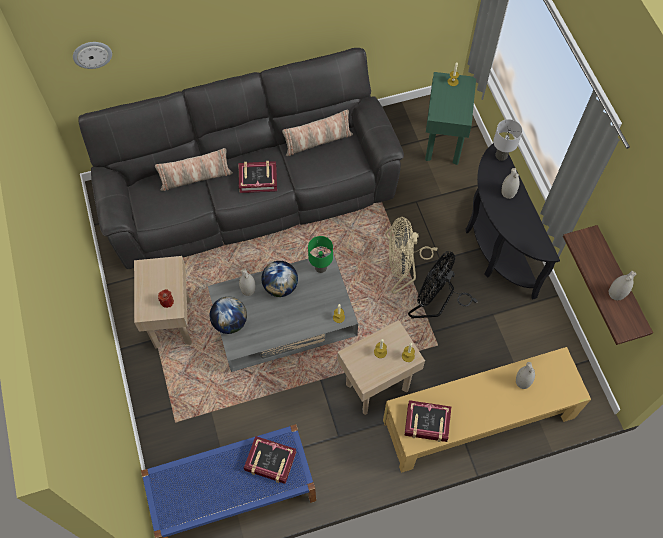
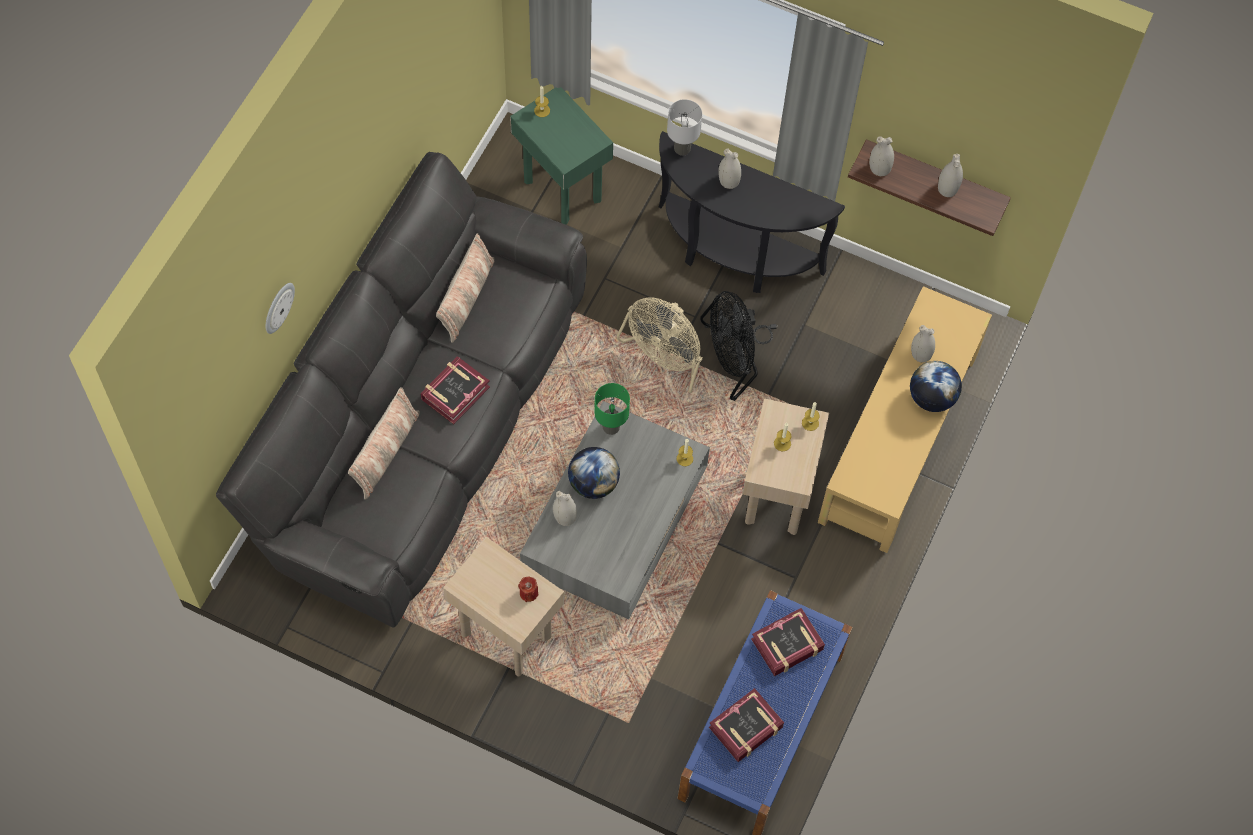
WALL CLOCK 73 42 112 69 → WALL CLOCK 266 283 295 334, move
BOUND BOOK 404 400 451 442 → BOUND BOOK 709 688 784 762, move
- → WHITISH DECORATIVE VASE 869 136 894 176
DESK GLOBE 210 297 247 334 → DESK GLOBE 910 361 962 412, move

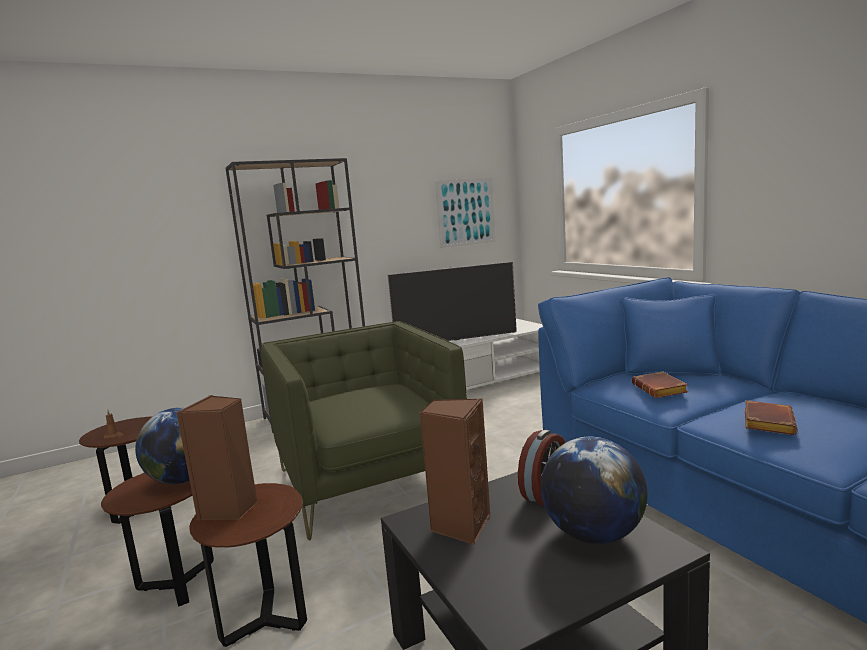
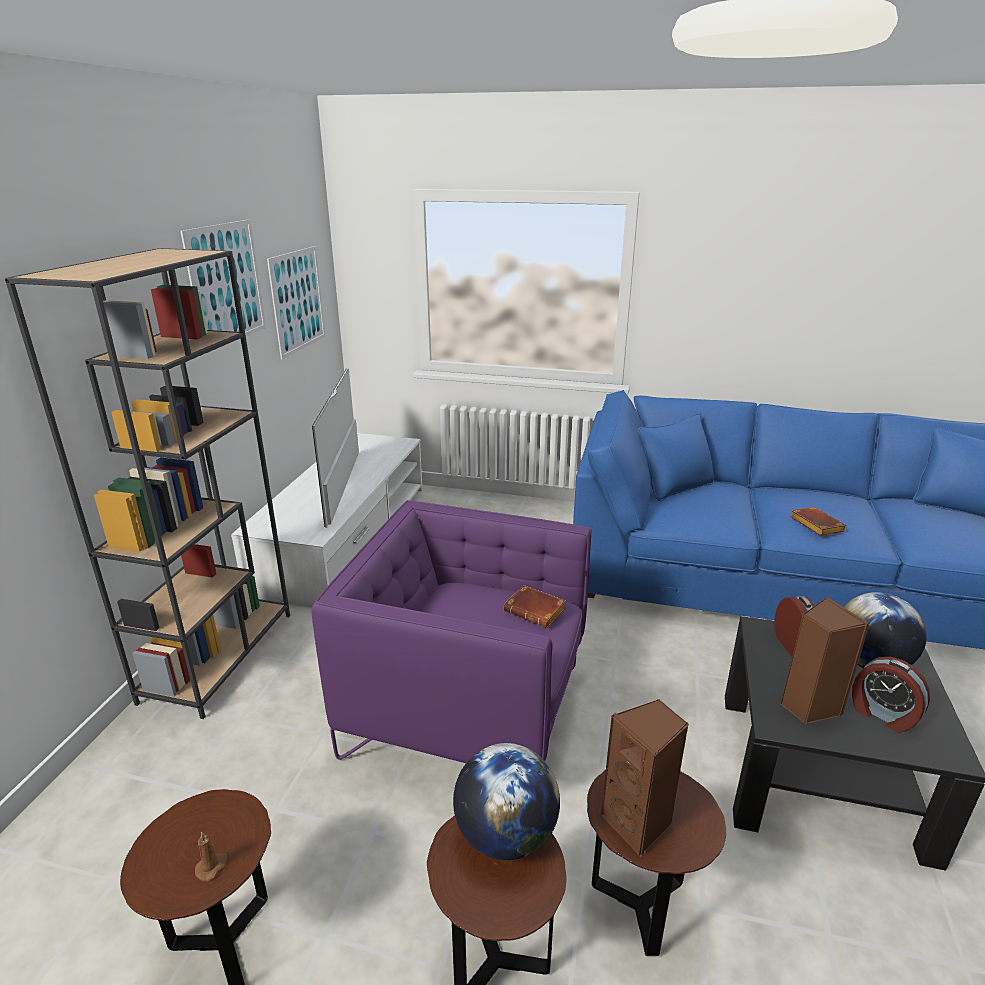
- → WALL PICTURE 180 219 266 354
TV 388 262 517 341 → TV 312 368 359 528, 150 degrees clockwise
GREEN EASY CHAIR 261 321 467 541 → PURPLE-COLOURED EASY CHAIR 312 500 592 763
BROWN BOUND BOOK 632 372 688 398 → BROWN BOUND BOOK 504 585 566 628, move
- → ALARM CLOCK 852 657 930 733

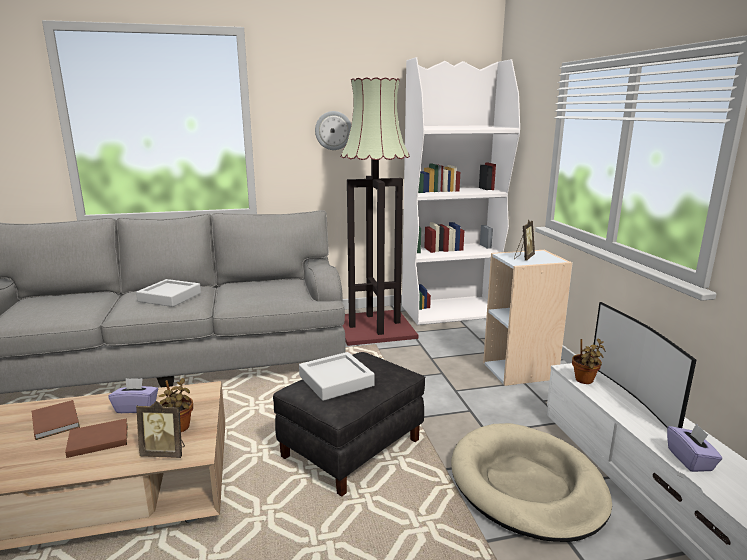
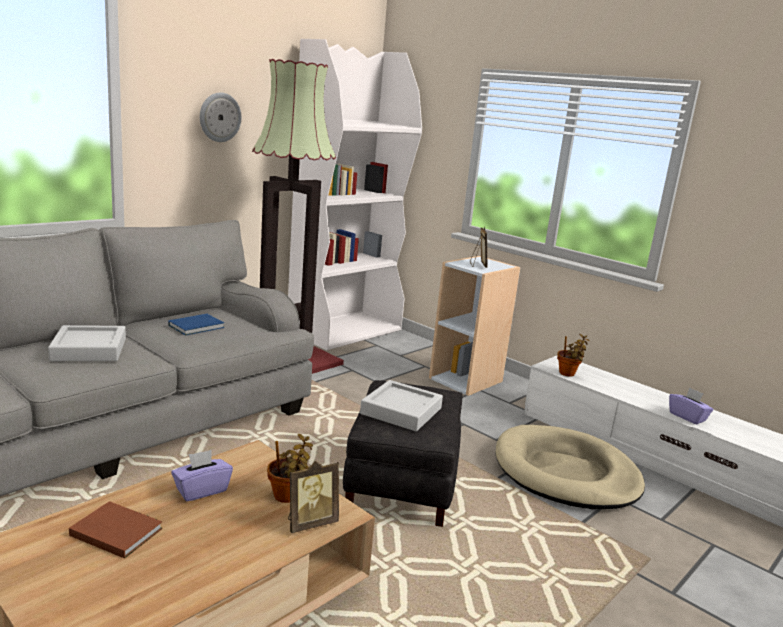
- → BLUE-COLOURED BOUND BOOK 169 314 224 336
BROWN BOUND BOOK 65 418 128 458 → -
TV 593 302 696 428 → -

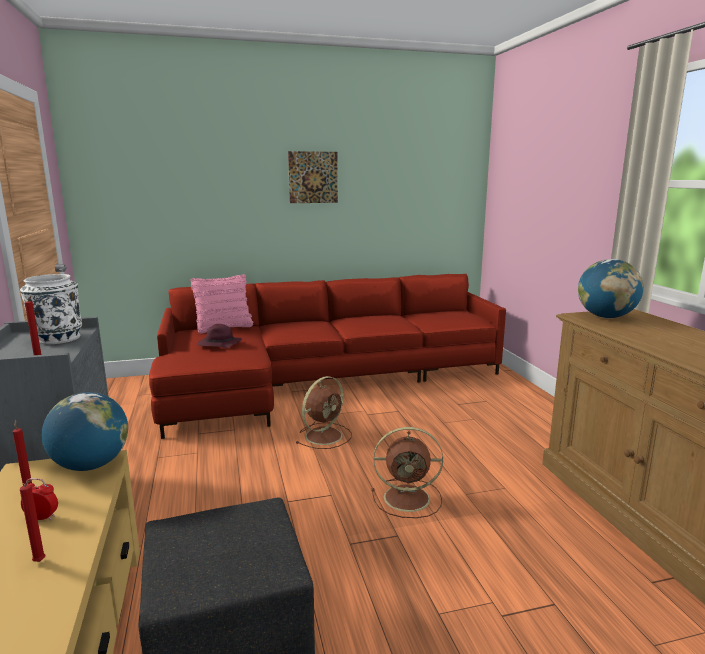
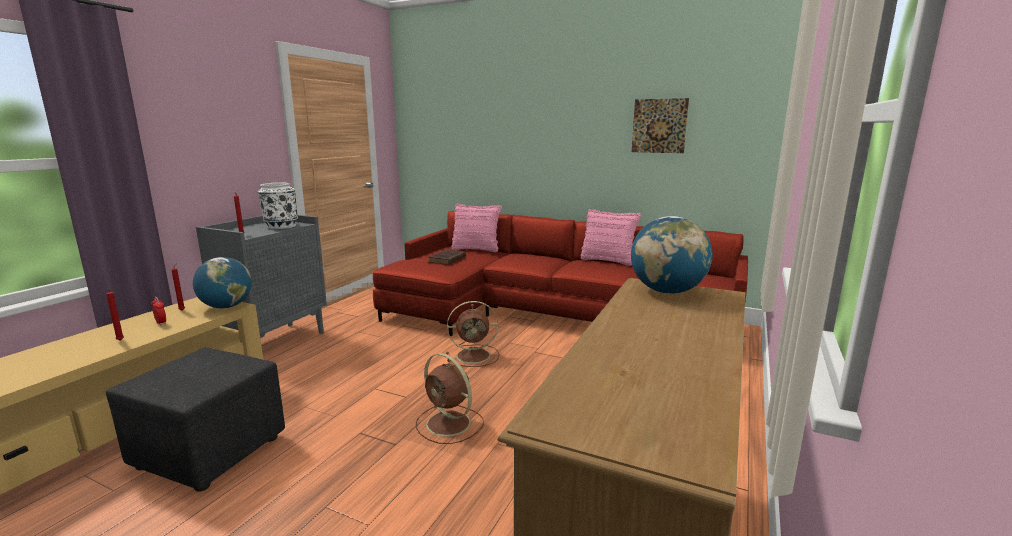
PURPLE-COLOURED WEARABLE HAT 198 324 242 348 → BROWN BOUND BOOK 428 249 466 265
- → PINKISH THROW PILLOW 581 208 641 266
WALL PICTURE 288 151 338 203 → WALL PICTURE 632 98 689 153, move

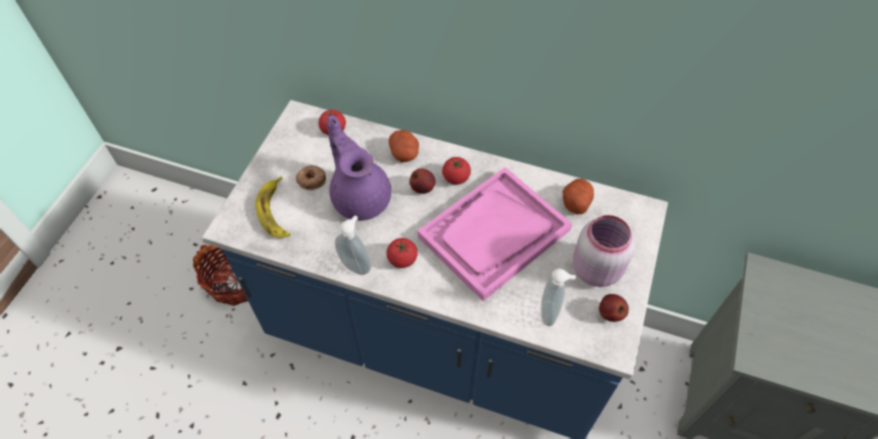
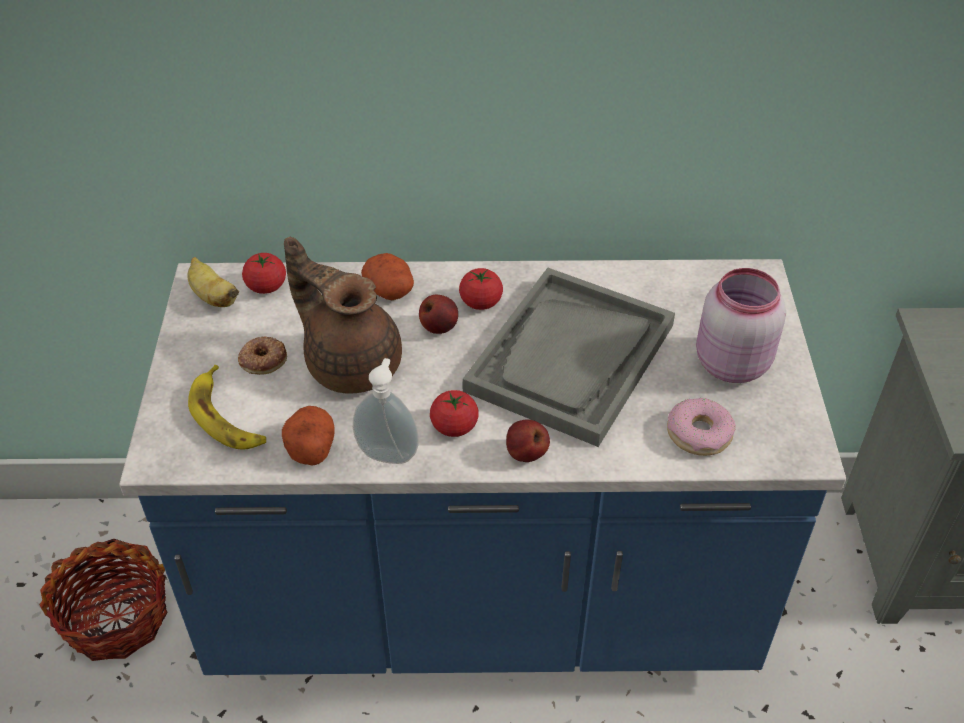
- → BANANA FRUIT 187 257 239 307
POTATO 563 179 594 214 → POTATO 282 406 335 466, move
PURPLE-COLOURED TEA POT 327 115 391 221 → BROWN TEA POT 284 237 402 393
PINKISH SERVING TRAY 417 167 572 301 → GREY SERVING TRAY 462 268 675 447
APPLE FRUIT 599 294 629 322 → APPLE FRUIT 506 420 550 462, move
SOAP BOTTLE 541 269 576 326 → DOUGHNUT 667 398 736 456

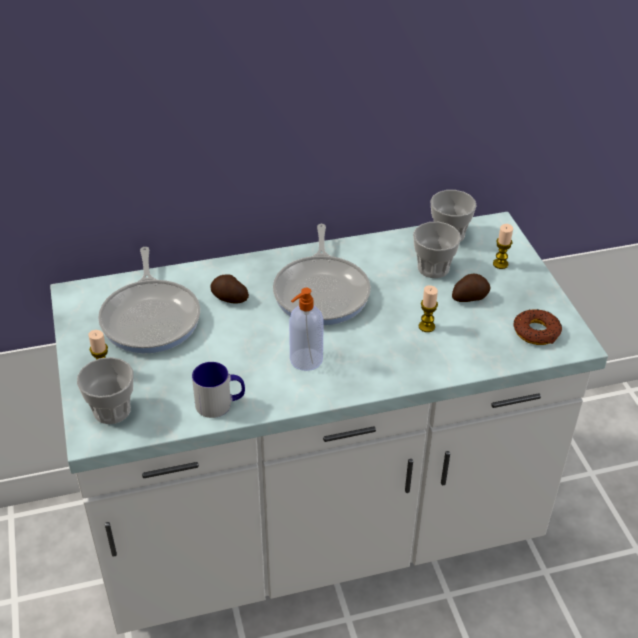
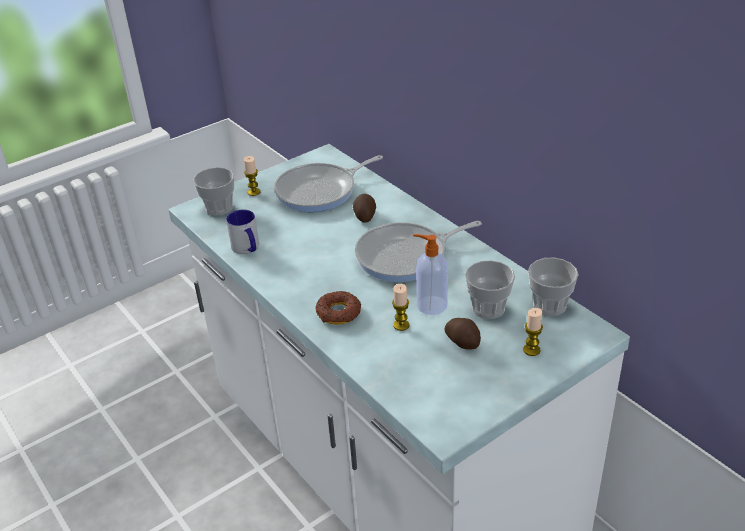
DOUGHNUT 514 309 562 345 → DOUGHNUT 315 291 361 325, move
SOAP BOTTLE 289 288 324 371 → SOAP BOTTLE 413 234 448 315, move

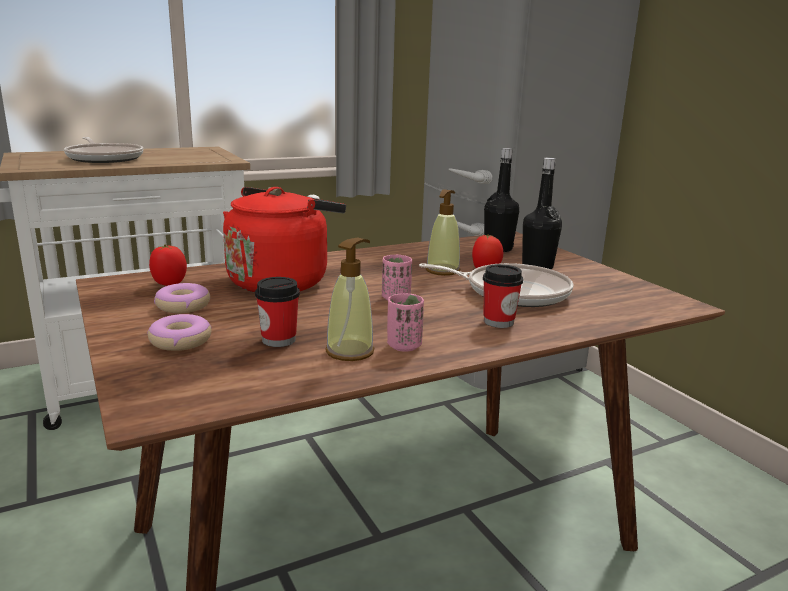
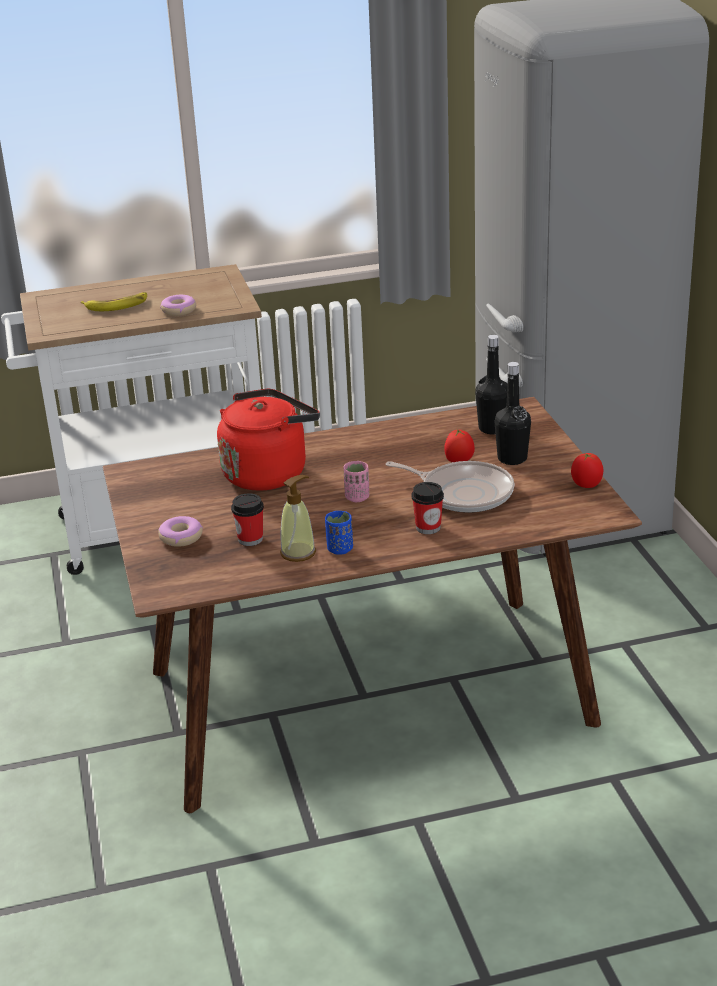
FRYING PAN 64 137 143 163 → BANANA FRUIT 81 292 147 311
DOUGHNUT 154 283 210 313 → DOUGHNUT 160 295 196 316, move
PINKISH SMALL CUP 387 293 424 351 → BLUE-COLOURED SMALL CUP 325 511 353 555
FRESH TOMATO 149 244 187 286 → FRESH TOMATO 571 453 604 488, move
SOAP BOTTLE 426 189 460 276 → -

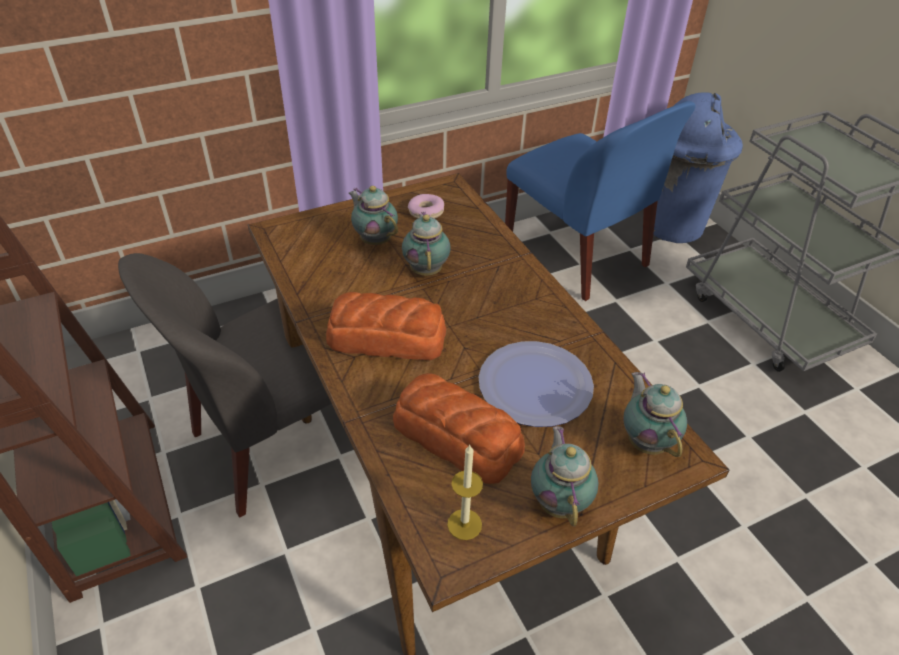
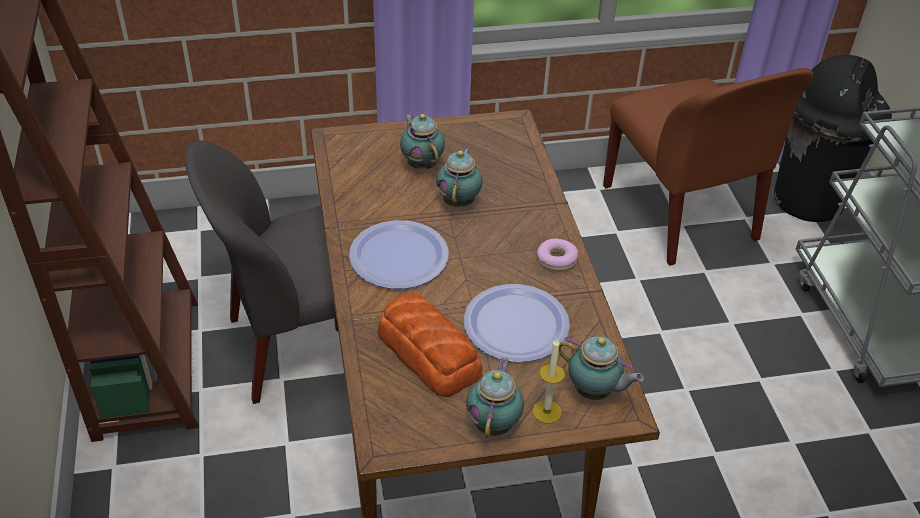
BAKERY BREAD 326 292 446 360 → PLATE 349 220 449 289
WAX CANDLE 447 445 483 540 → WAX CANDLE 532 339 565 423, move
DOUGHNUT 408 194 444 219 → DOUGHNUT 537 239 578 271, move
TEA POT 623 372 687 457 → TEA POT 558 336 644 400, 120 degrees clockwise
BLUE-COLOURED UPRIGHT CHAIR 505 101 696 301 → BROWN UPRIGHT CHAIR 603 68 813 265
BLUE-COLOURED RUBBISH BIN 653 92 743 243 → BLACK RUBBISH BIN 774 55 892 222

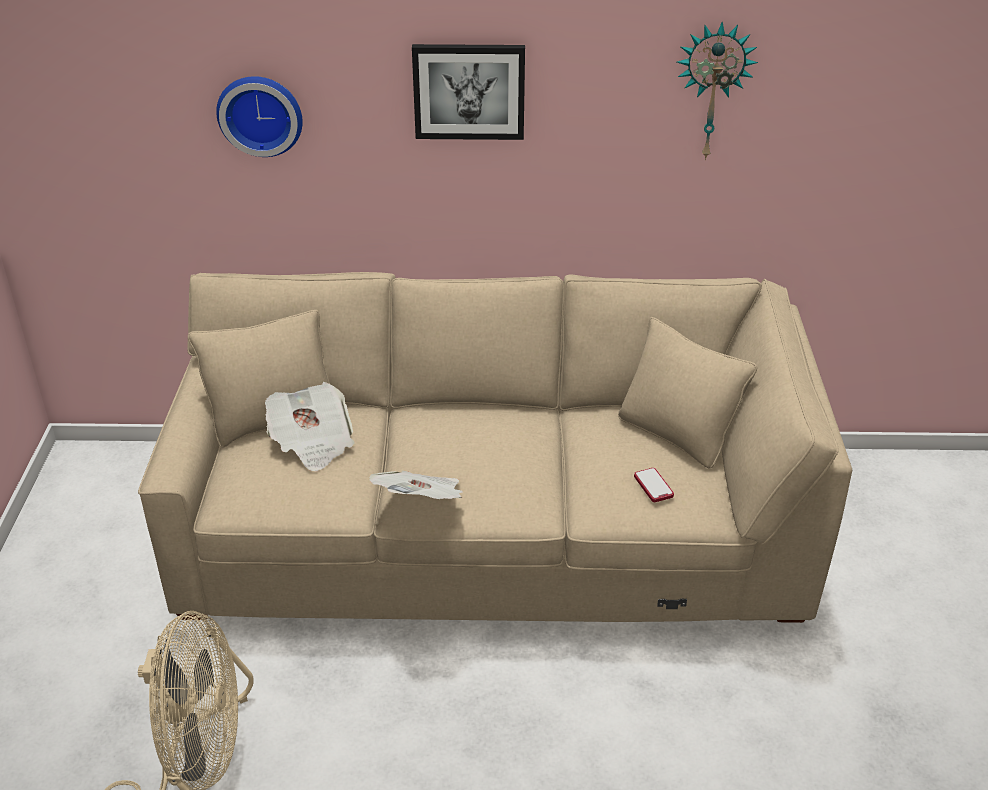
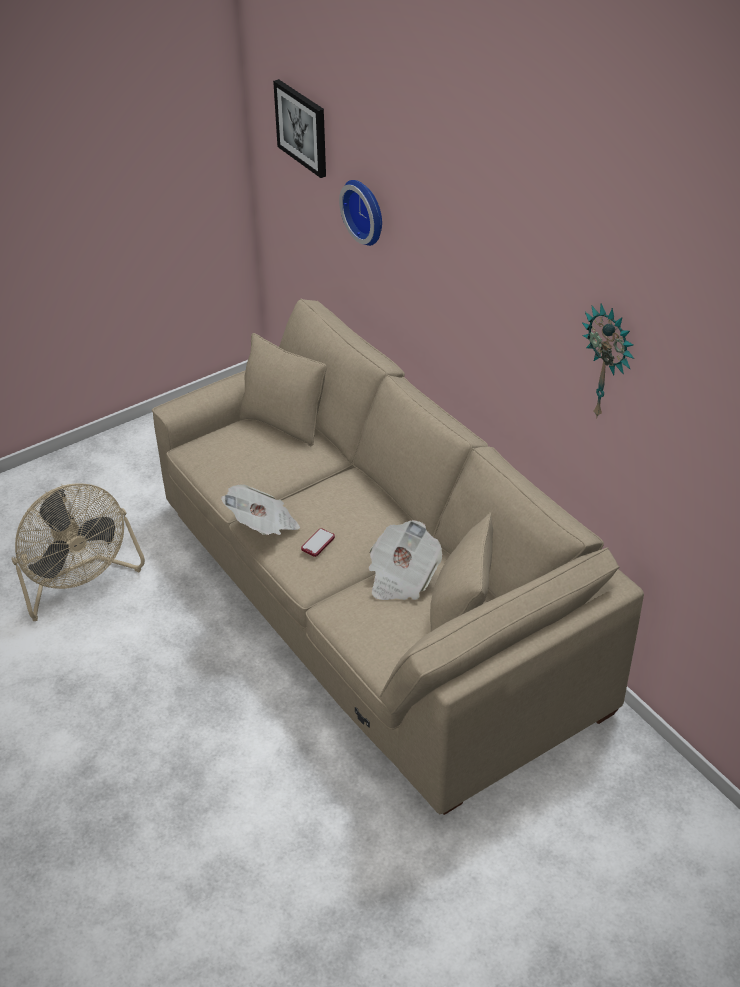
WALL PICTURE 412 44 525 140 → WALL PICTURE 273 79 326 178, move
PHONE 634 468 674 502 → PHONE 301 528 335 557, move
DAILY PAPER 265 382 355 471 → DAILY PAPER 368 520 442 600, move

